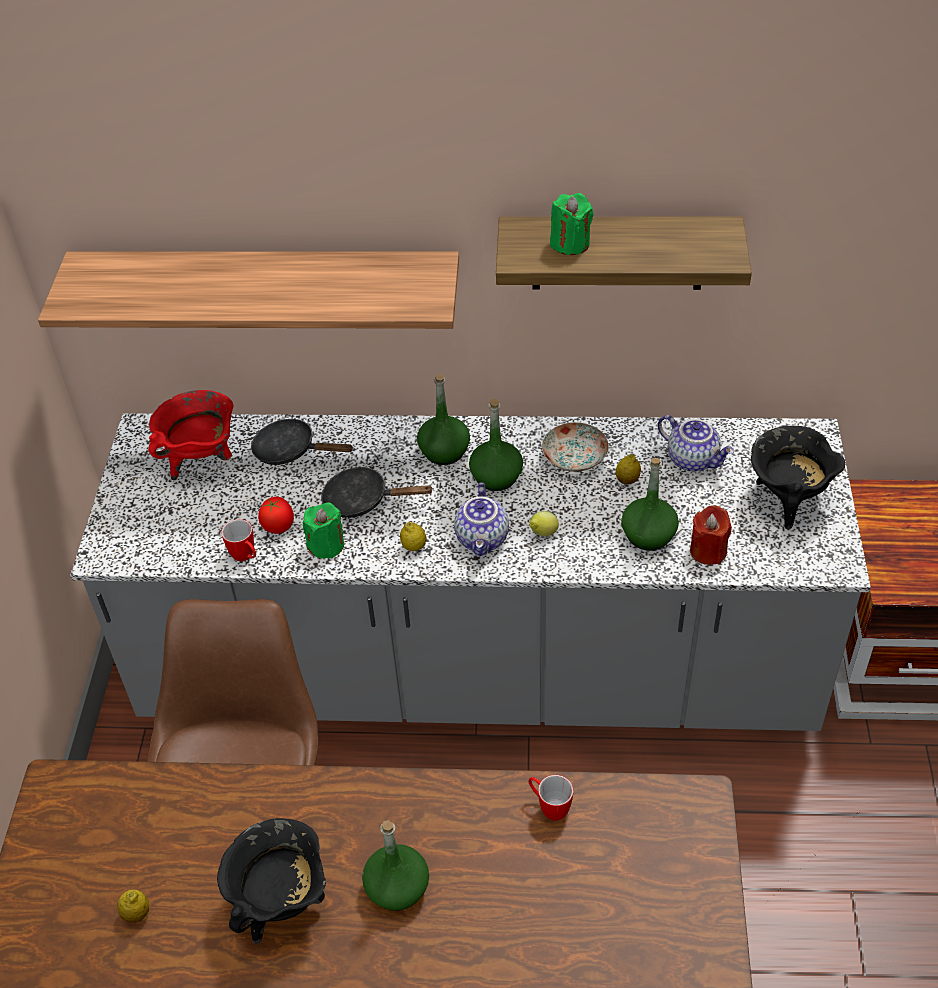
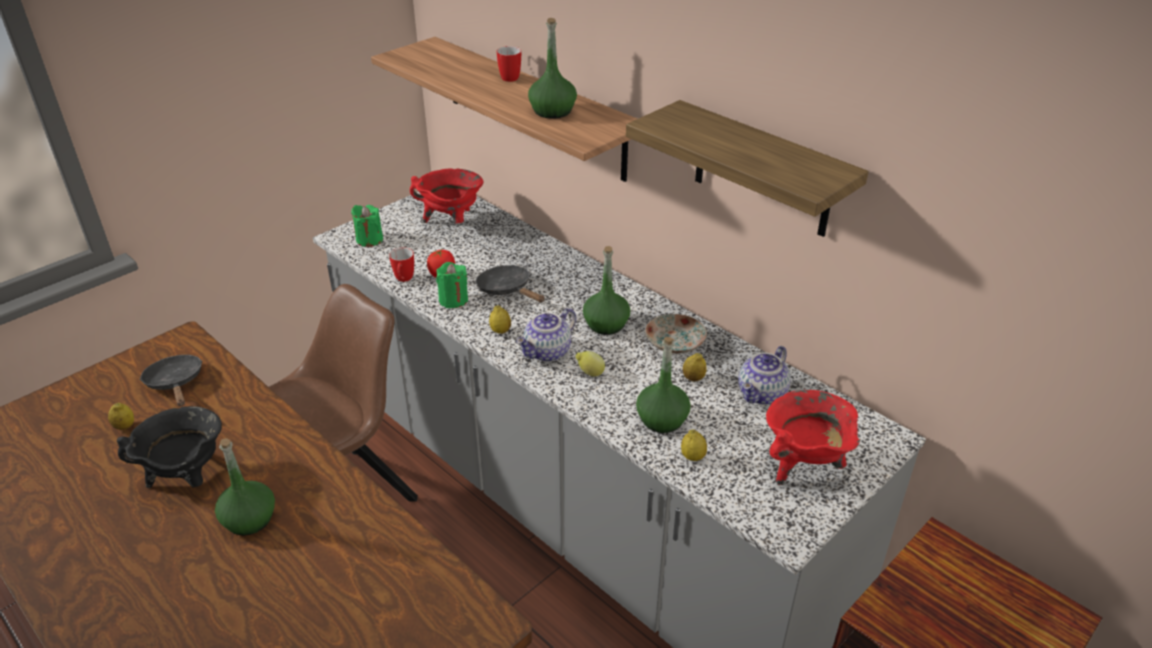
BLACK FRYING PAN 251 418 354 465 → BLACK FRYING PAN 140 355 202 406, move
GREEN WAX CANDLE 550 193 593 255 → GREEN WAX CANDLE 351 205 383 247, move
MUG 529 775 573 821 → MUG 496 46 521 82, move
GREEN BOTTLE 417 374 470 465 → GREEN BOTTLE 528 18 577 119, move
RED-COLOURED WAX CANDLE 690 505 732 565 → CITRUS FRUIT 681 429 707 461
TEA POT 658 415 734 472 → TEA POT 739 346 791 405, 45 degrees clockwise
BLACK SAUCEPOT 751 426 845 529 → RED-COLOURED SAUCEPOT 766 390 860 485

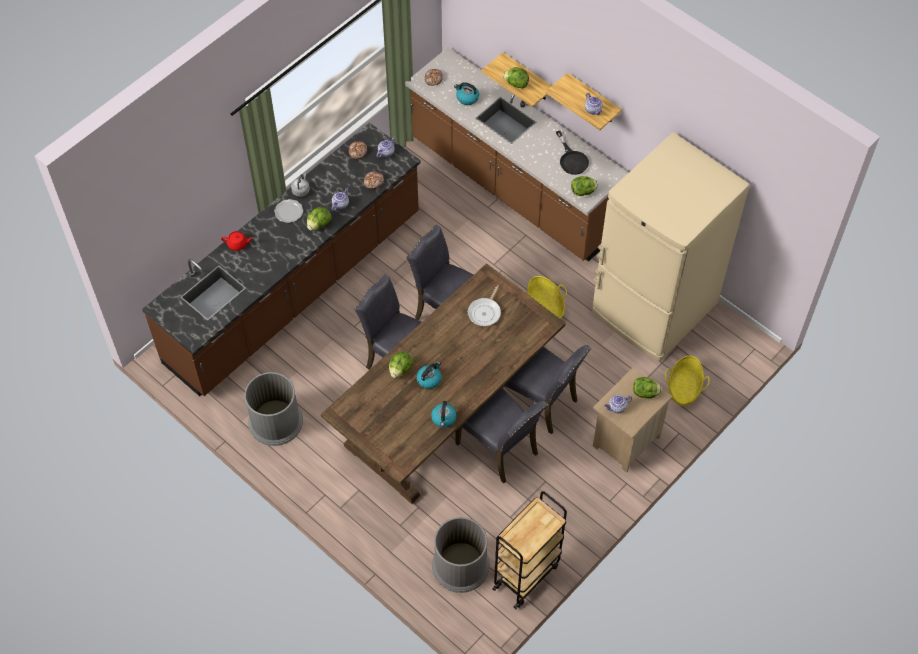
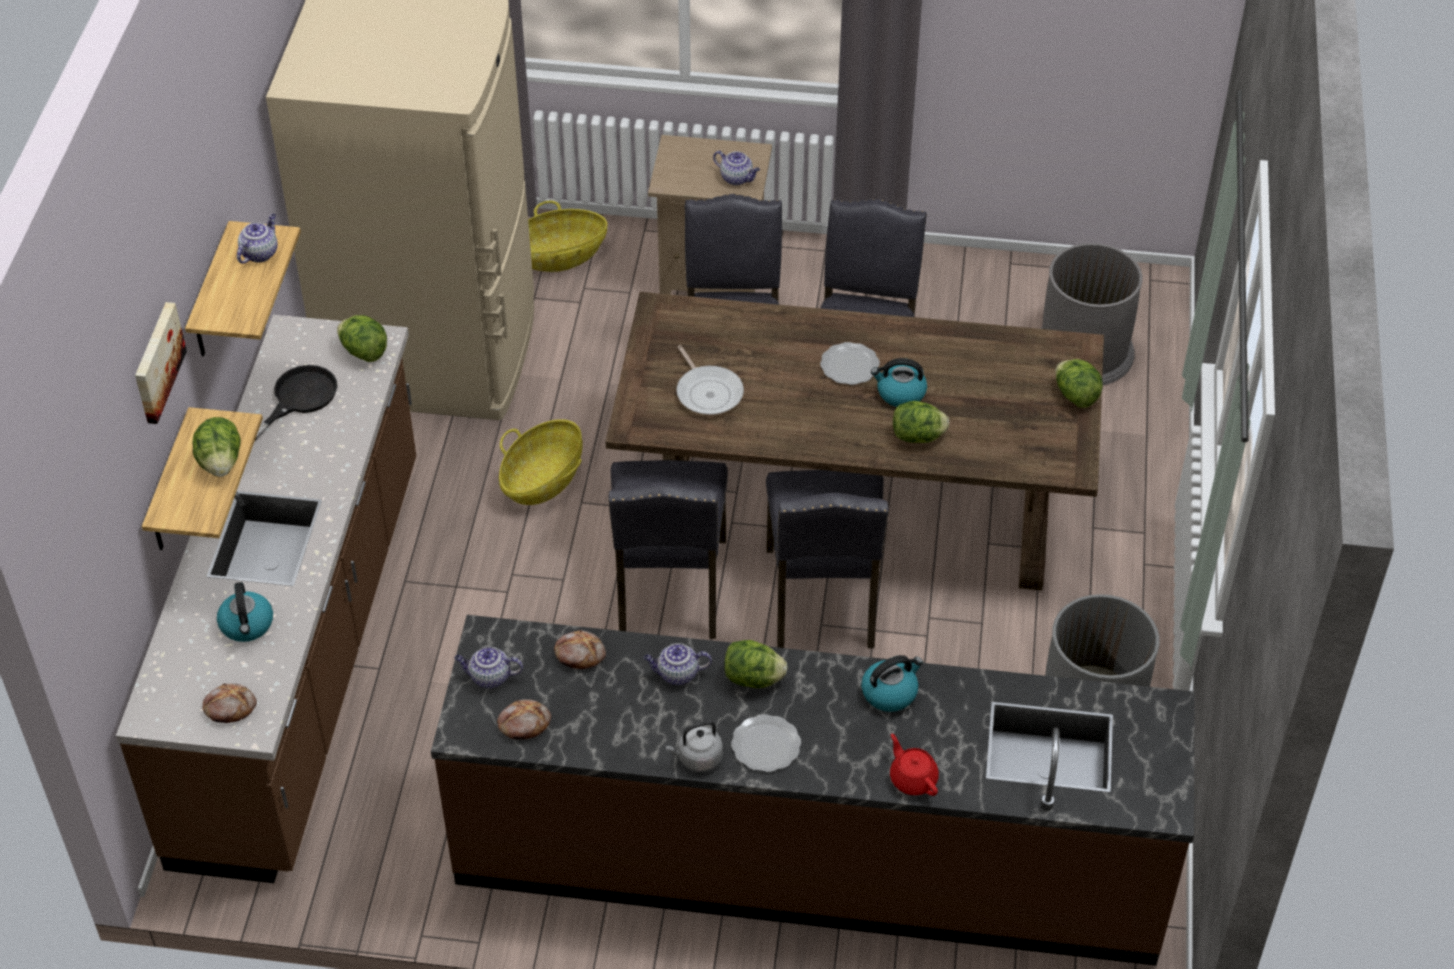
- → WALL PICTURE 135 302 187 424
FRYING PAN 468 285 501 326 → FRYING PAN 676 345 744 415, 75 degrees clockwise
- → PLATE 820 342 880 385
TEA KETTLE 431 401 457 428 → TEA KETTLE 861 655 923 712, move
LETTUCE 633 377 662 399 → LETTUCE 1055 359 1103 408, move
BROWN WHEELED CART 492 491 567 609 → -

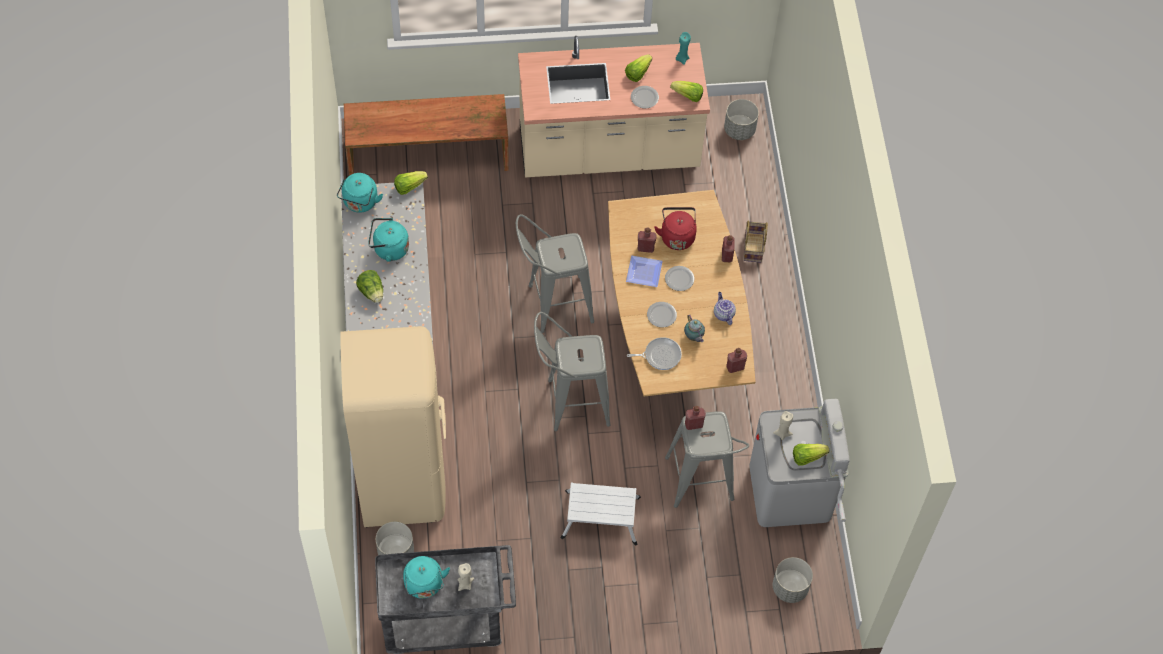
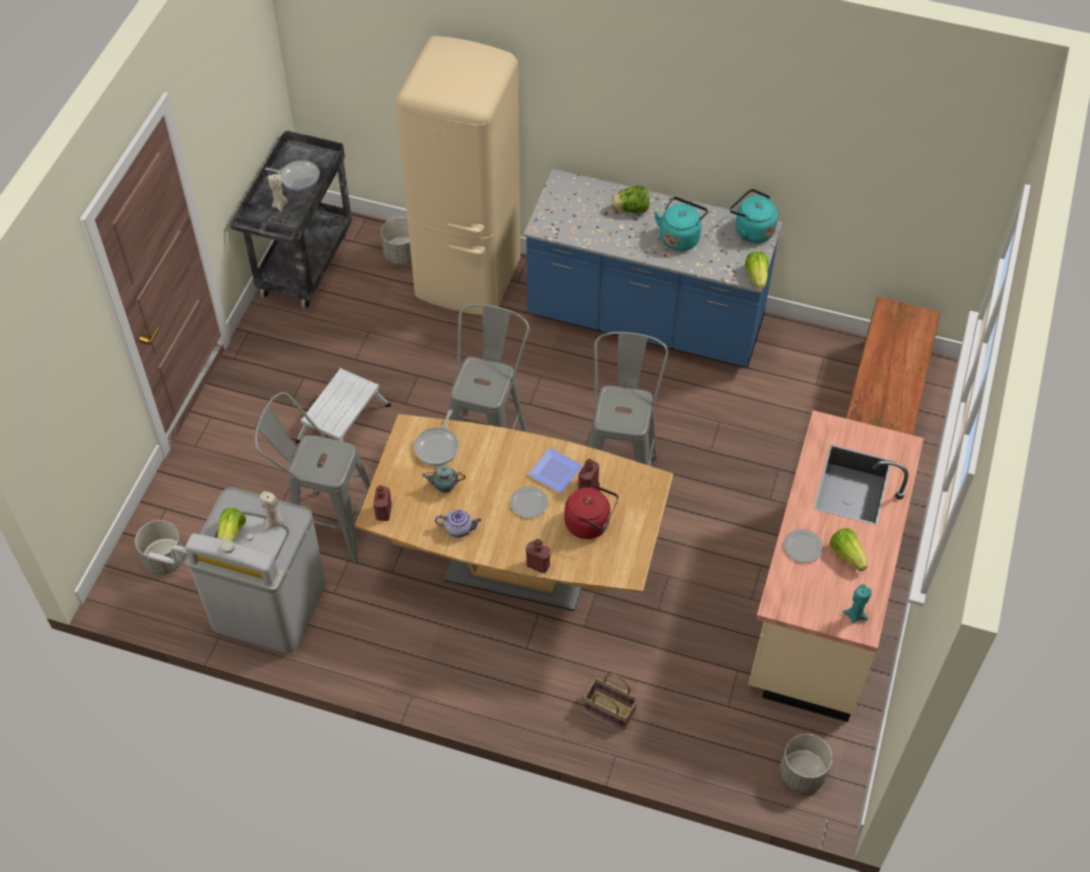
TURQUOISE TEA KETTLE 403 556 450 599 → FRYING PAN 261 160 320 191
PLATE 647 302 677 327 → -
LETTUCE 670 81 703 102 → -
RED-COLOURED BOTTLE 685 406 706 430 → -

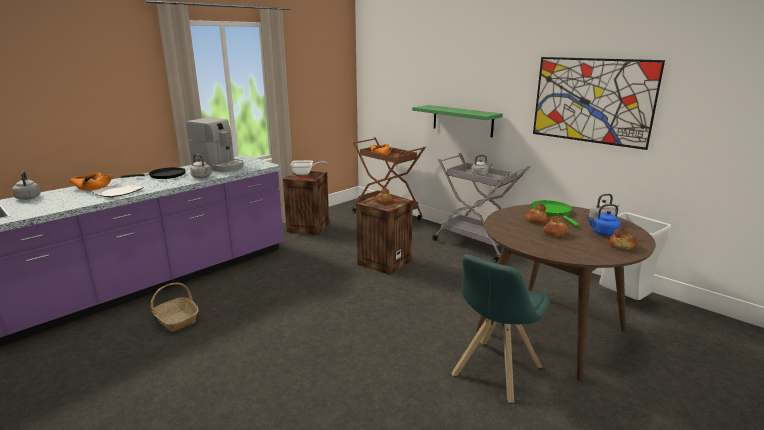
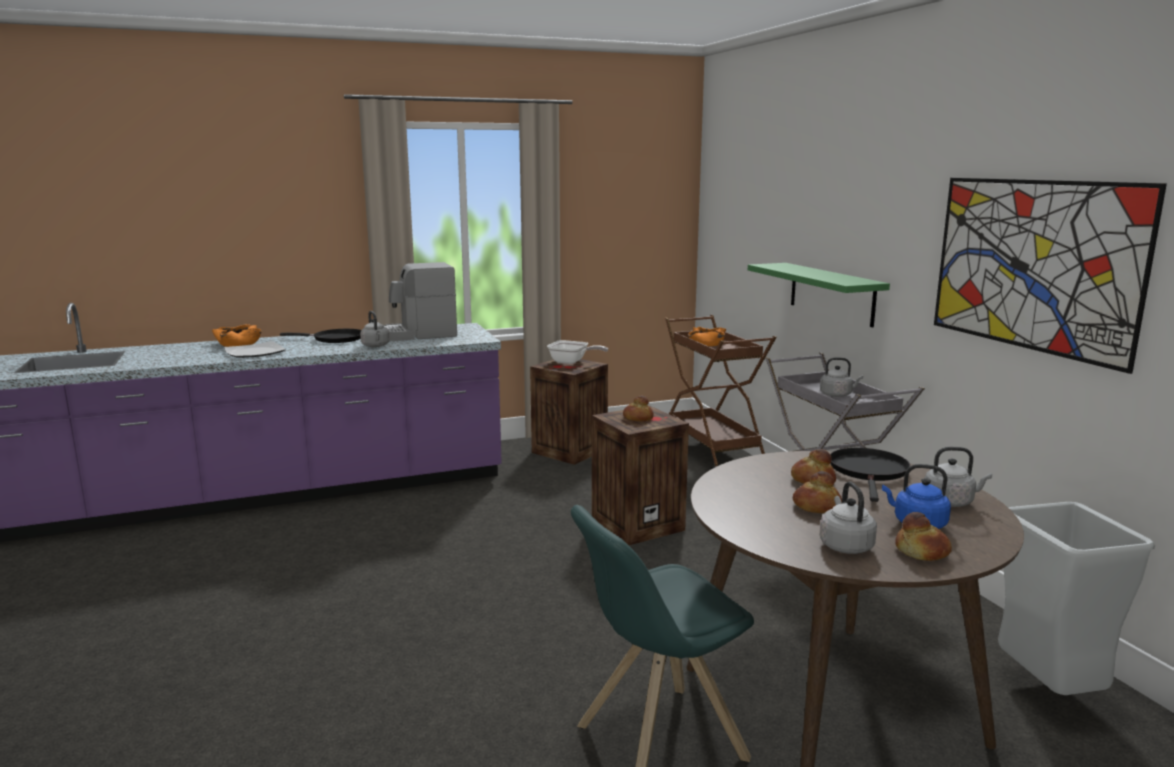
COFFEE BREWER 186 117 244 172 → COFFEE BREWER 383 262 457 341, 105 degrees clockwise
GREY TEA KETTLE 12 171 41 200 → GREY TEA KETTLE 819 482 877 554, move
GREEN FRYING PAN 531 200 579 226 → BLACK FRYING PAN 830 448 910 502
HOUSEHOLD BASKET 151 283 199 332 → -

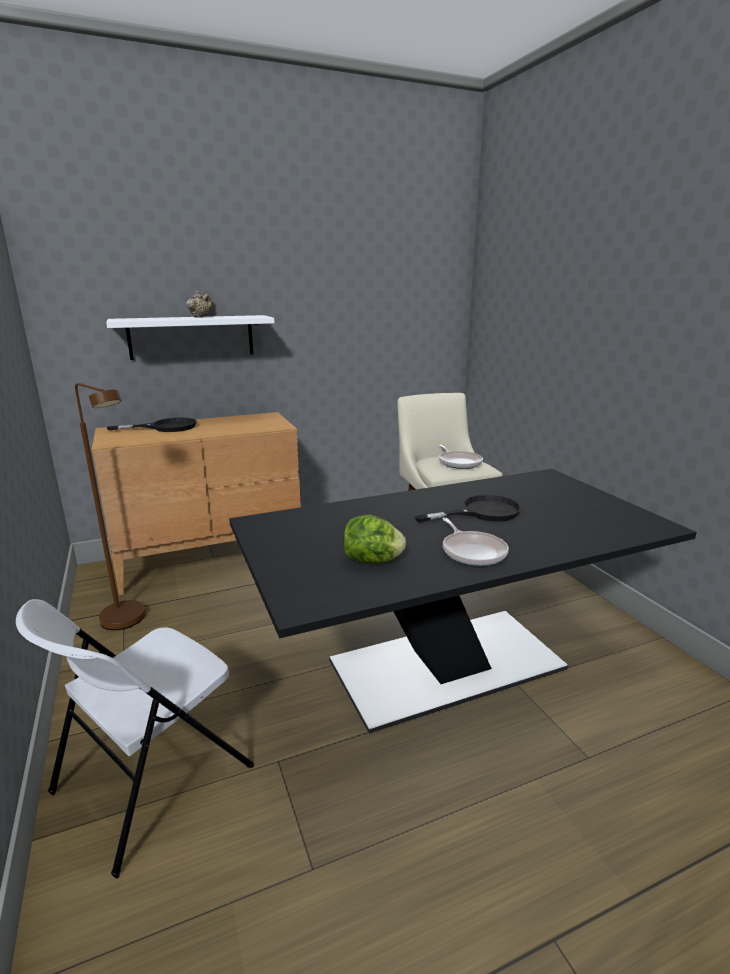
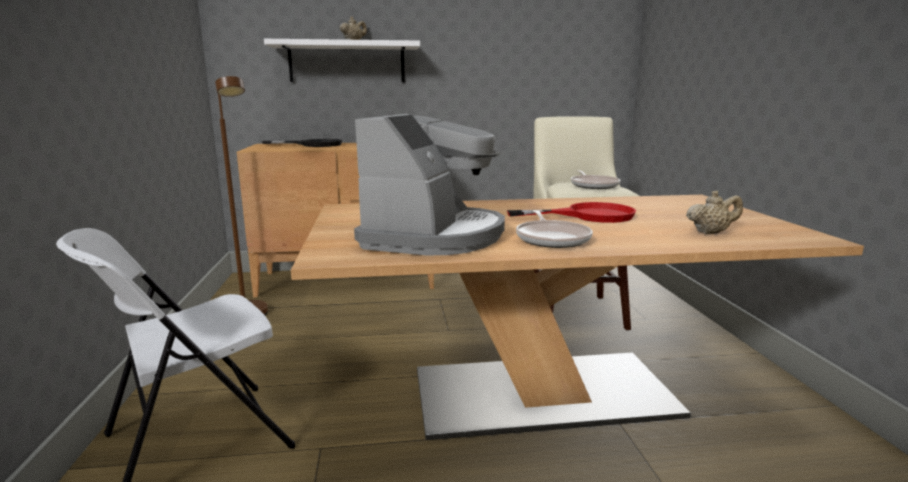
BLACK DINNER TABLE 229 469 697 733 → BEIGE-COLOURED DINNER TABLE 291 195 864 440
LETTUCE 343 515 406 564 → COFFEE BREWER 354 114 505 256
BLACK FRYING PAN 415 495 521 523 → RED-COLOURED FRYING PAN 507 202 636 223
- → BEIGE-COLOURED TEA POT 686 191 743 234

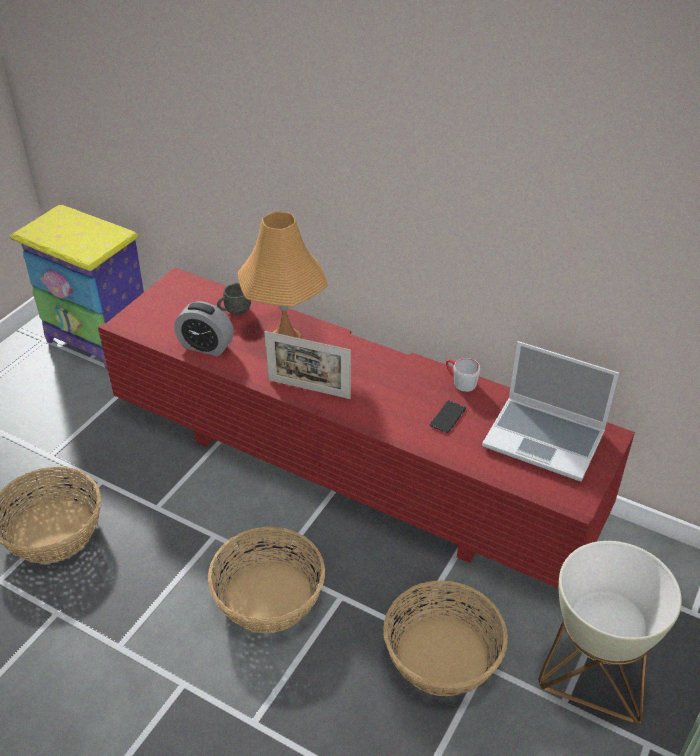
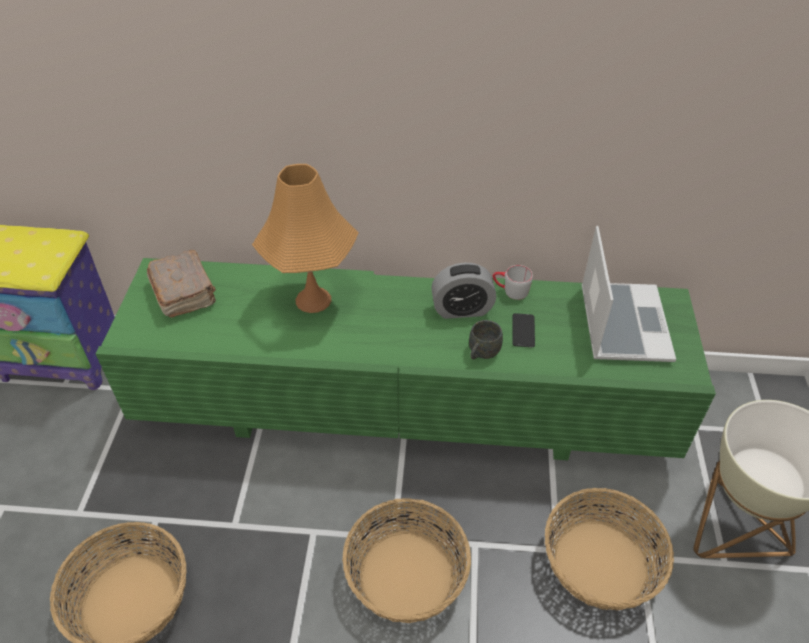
RED-COLOURED TV UNIT 98 267 635 589 → GREEN TV UNIT 95 258 716 460
- → BROWN BOUND BOOK 147 250 216 318
ALARM CLOCK 174 301 234 356 → ALARM CLOCK 431 263 496 319, move
GREY MUG 217 283 251 315 → GREY MUG 469 320 503 359, move
LAPTOP 482 341 619 481 → LAPTOP 582 226 676 362, 90 degrees counterclockwise
STANDING FRAME 264 331 351 399 → -

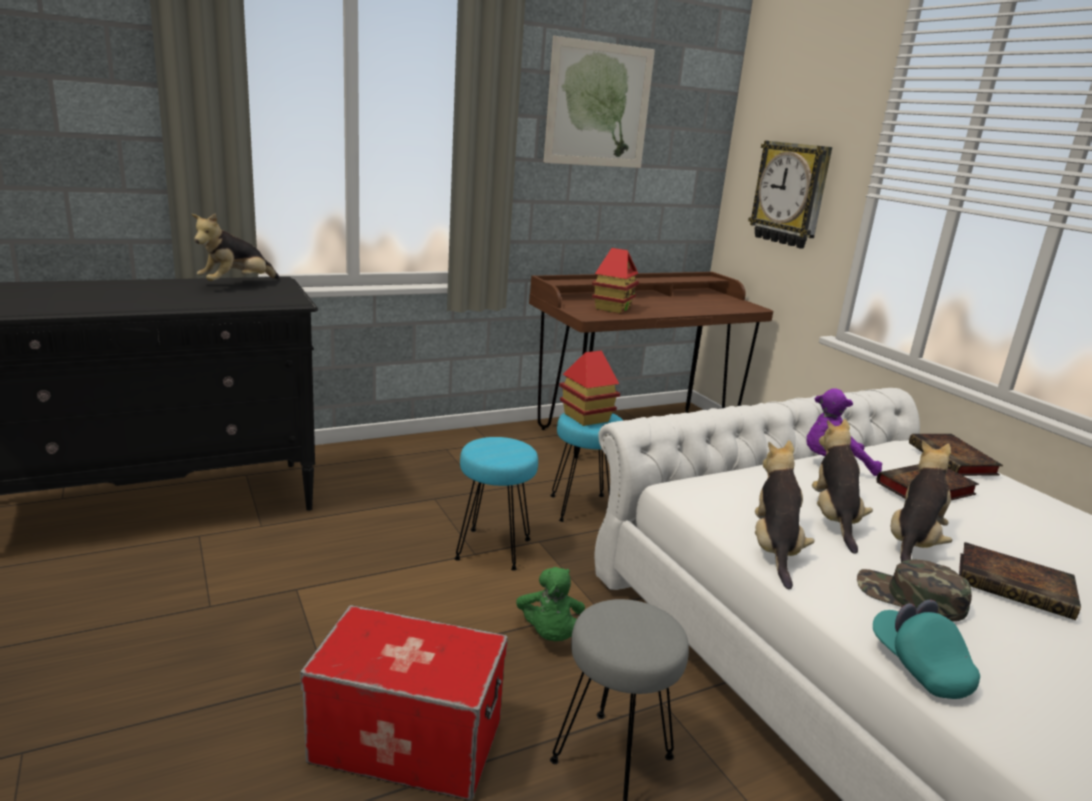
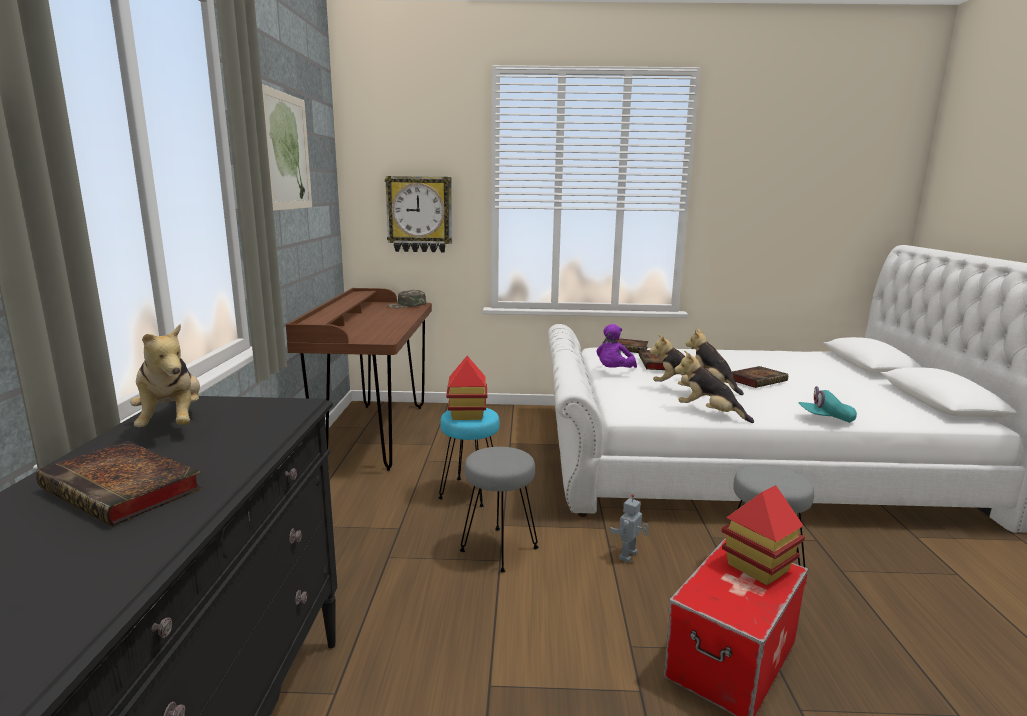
- → BOUND BOOK 36 441 203 527
GREEN PEAKED CAP 857 559 972 621 → GREEN PEAKED CAP 385 290 426 308, move
TURQUOISE STOOL 454 437 538 570 → GREY STOOL 460 447 539 572
GREEN SOFT TOY 516 567 585 641 → TOY ROBOT 610 494 649 563
MINIATURE HOUSE 592 248 639 313 → MINIATURE HOUSE 721 485 805 585, move

